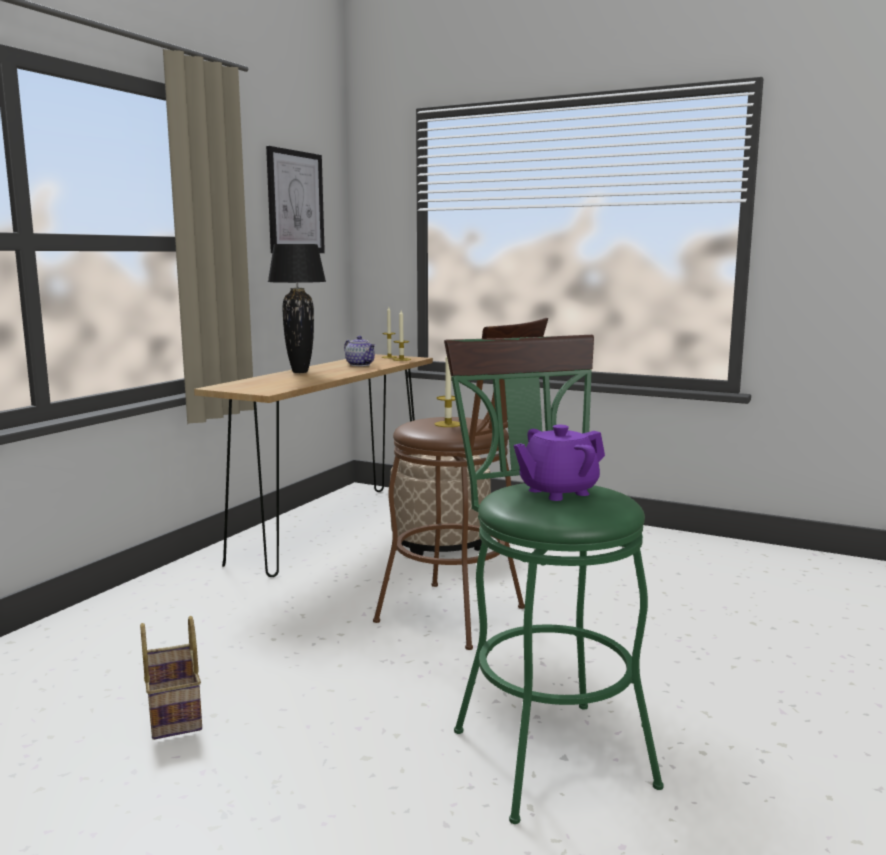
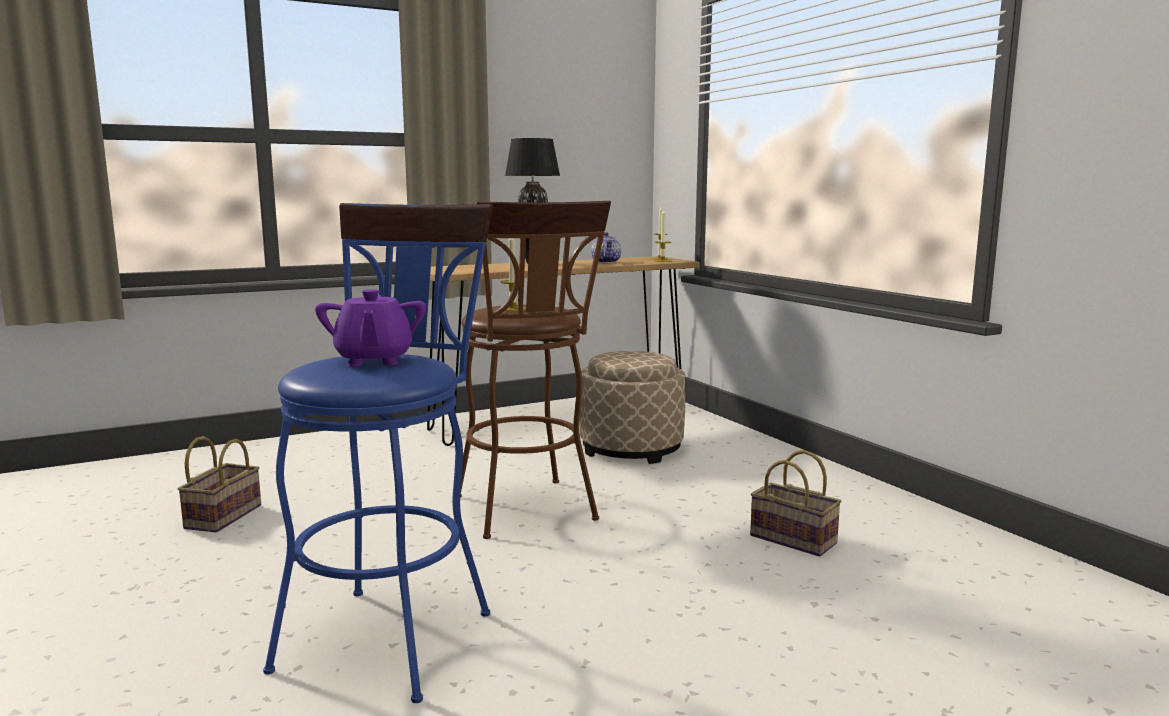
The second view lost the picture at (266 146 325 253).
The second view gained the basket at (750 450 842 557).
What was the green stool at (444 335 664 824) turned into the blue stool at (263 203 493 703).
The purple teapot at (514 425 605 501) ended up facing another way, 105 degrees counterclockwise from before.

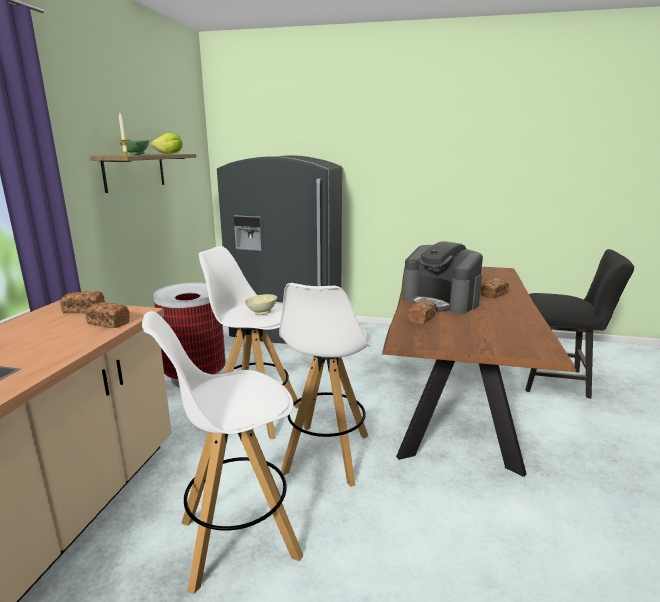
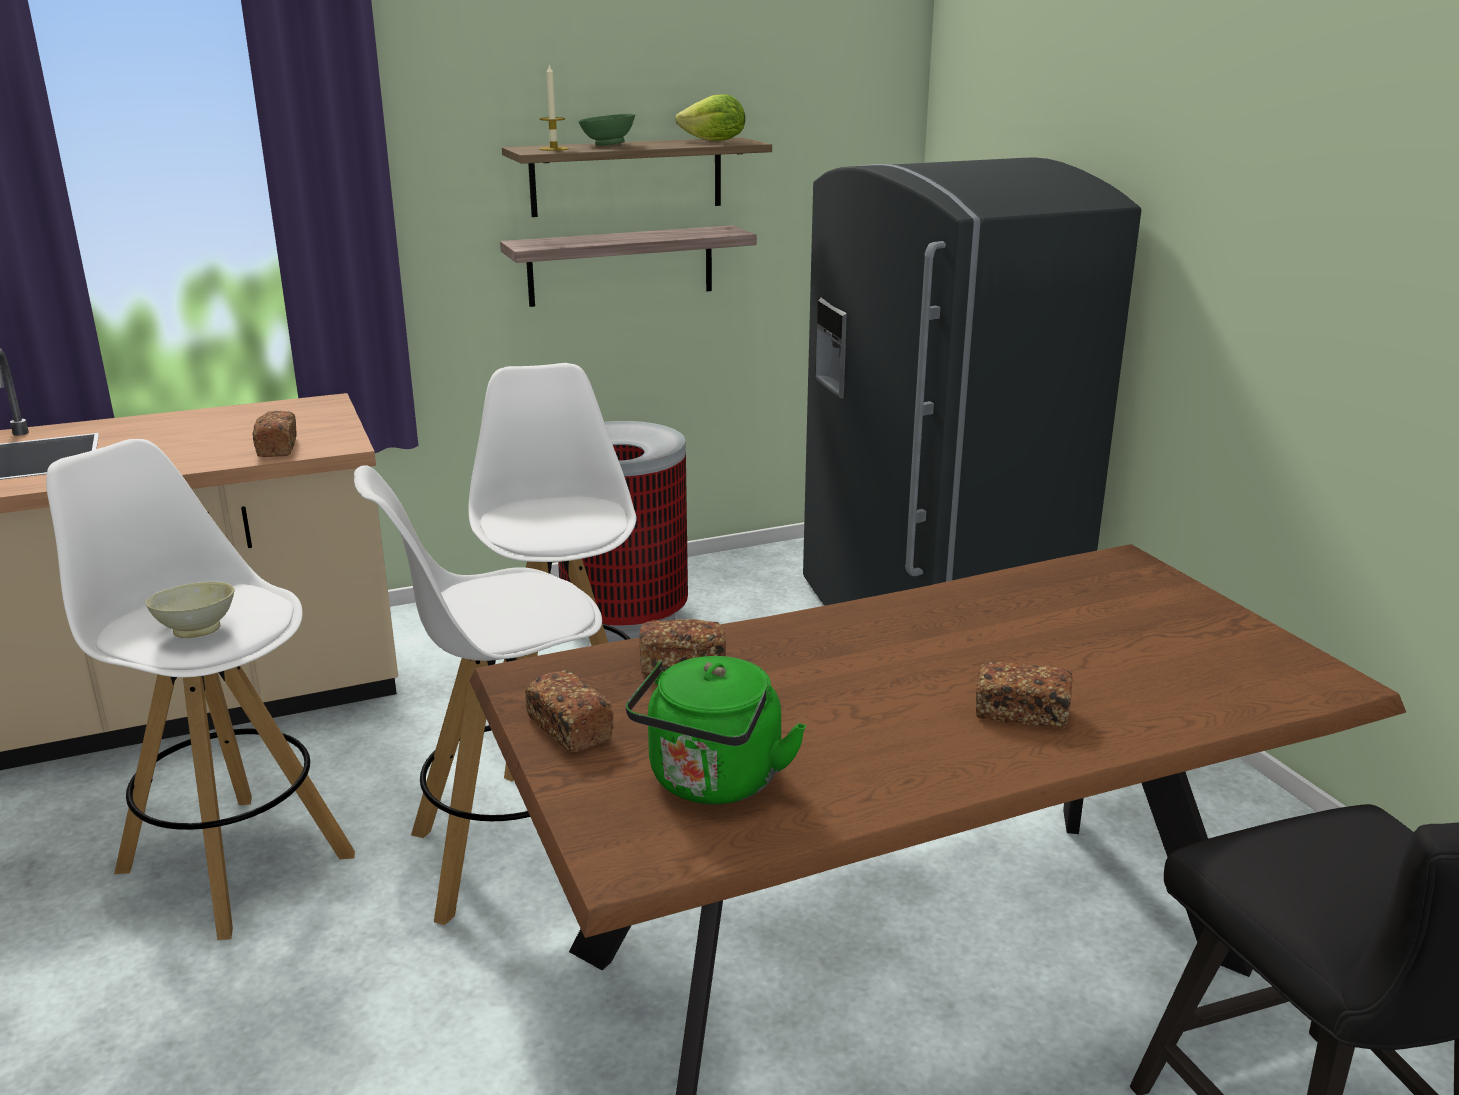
The second view lost the coffee machine at (402 241 483 314).
The second view gained the shelf at (500 225 757 307).
The second view gained the green kettle at (626 656 807 804).
The bread ended up elsewhere, having gone from (60 291 105 314) to (525 670 614 752).
The beige bowl ended up elsewhere, having gone from (245 294 277 315) to (145 582 235 638).

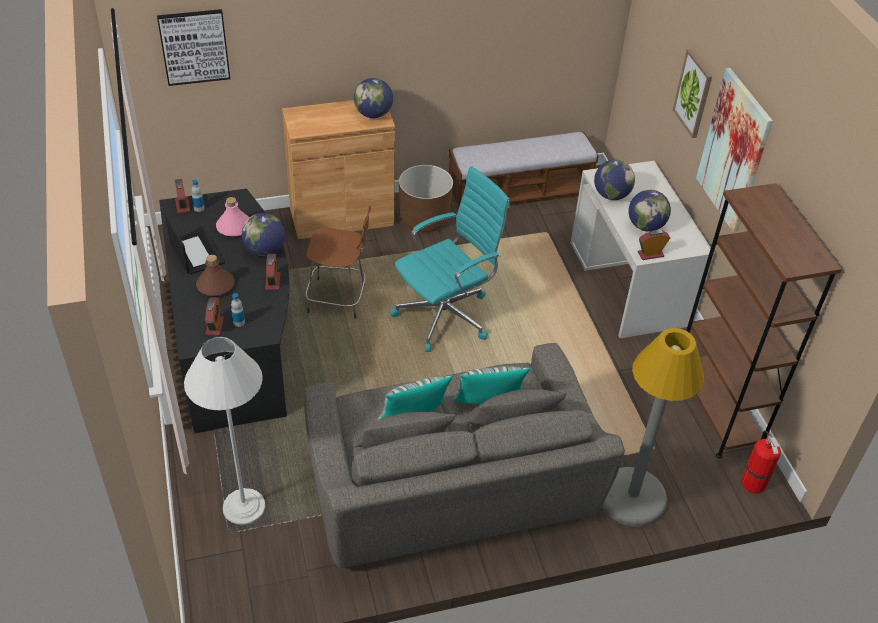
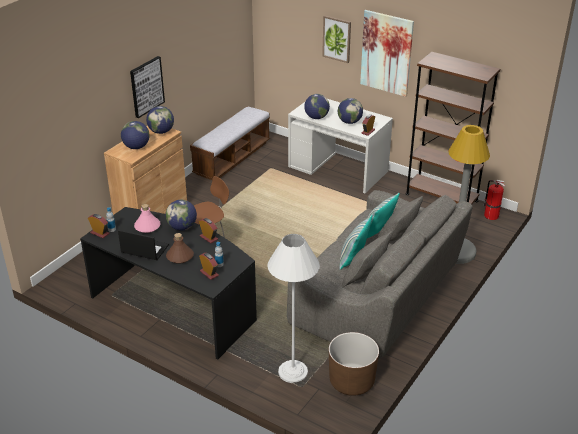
The second view lost the turquoise office chair at (390 166 510 352).
The second view gained the globe at (121 121 149 149).
The picture ended up elsewhere, having gone from (157 9 230 86) to (130 56 165 118).
The brown planter ended up elsewhere, having gone from (399 165 453 232) to (329 332 379 396).

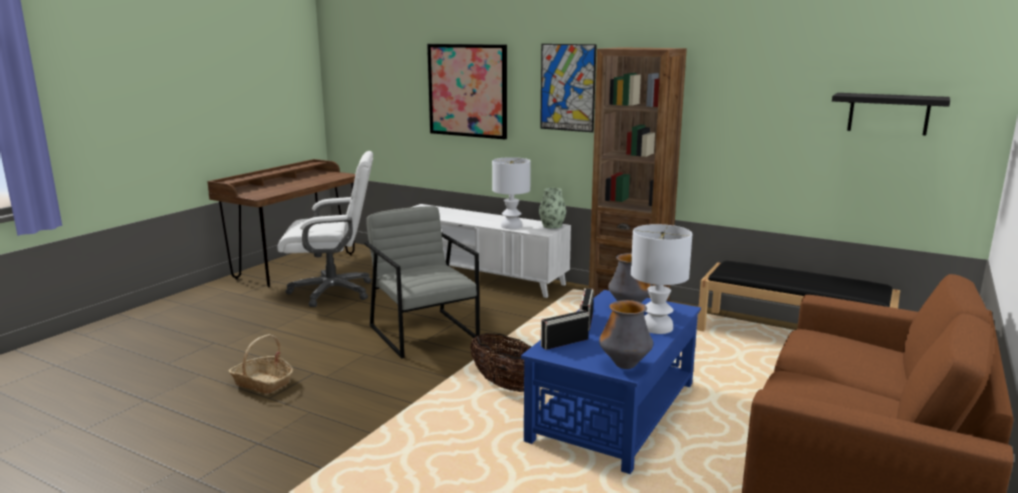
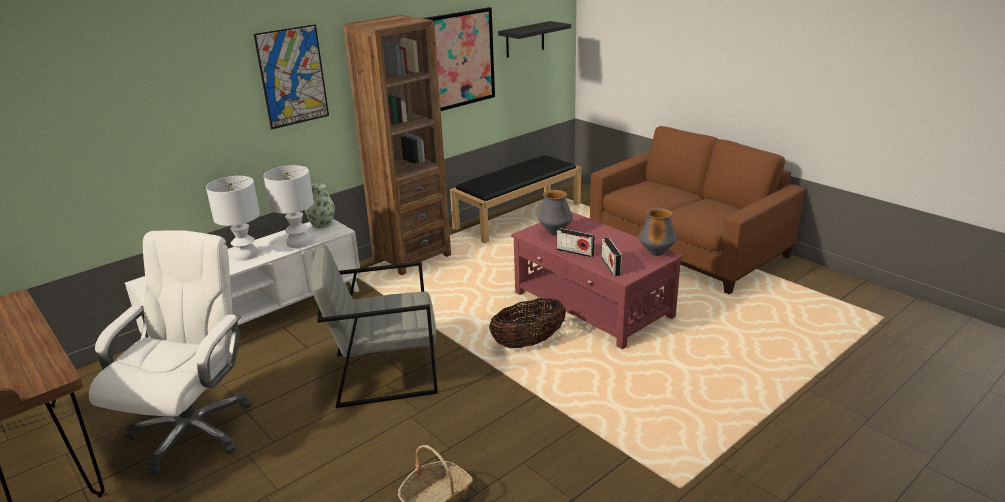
The picture ended up elsewhere, having gone from (427 44 507 139) to (423 7 495 111).
The white table lamp ended up elsewhere, having gone from (631 224 692 334) to (206 176 260 261).
What was the blue coffee table at (521 290 701 474) turned into the red coffee table at (511 212 684 349).

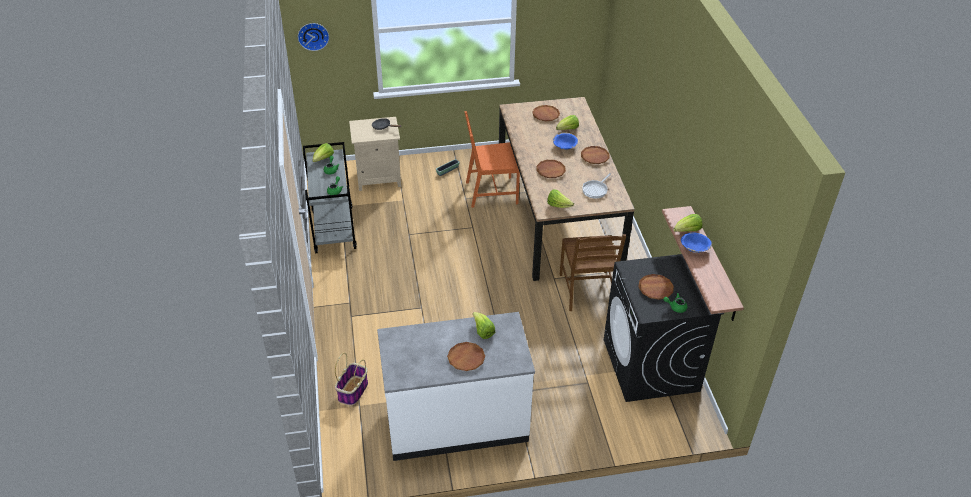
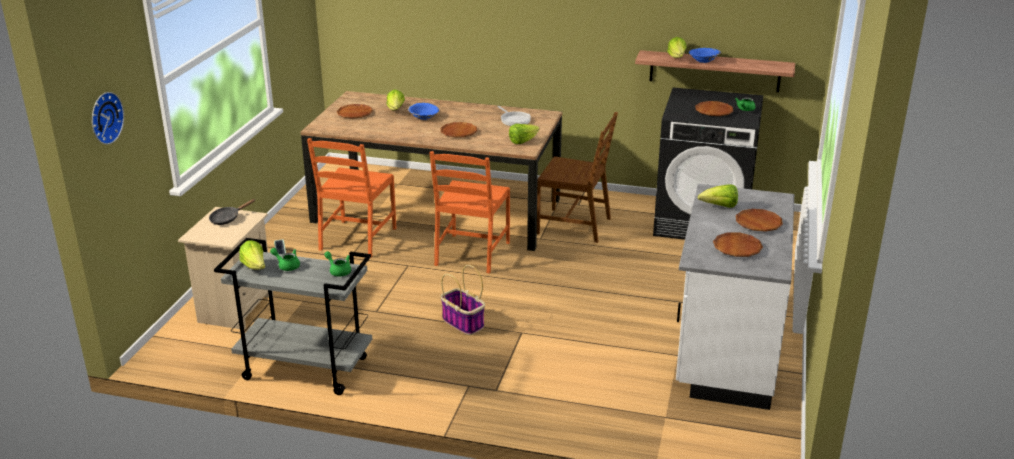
The second view gained the orange chair at (430 151 510 274).
The basket ended up elsewhere, having gone from (335 352 368 405) to (441 265 485 335).
The brown plate ended up elsewhere, having gone from (581 146 610 164) to (713 232 763 257).

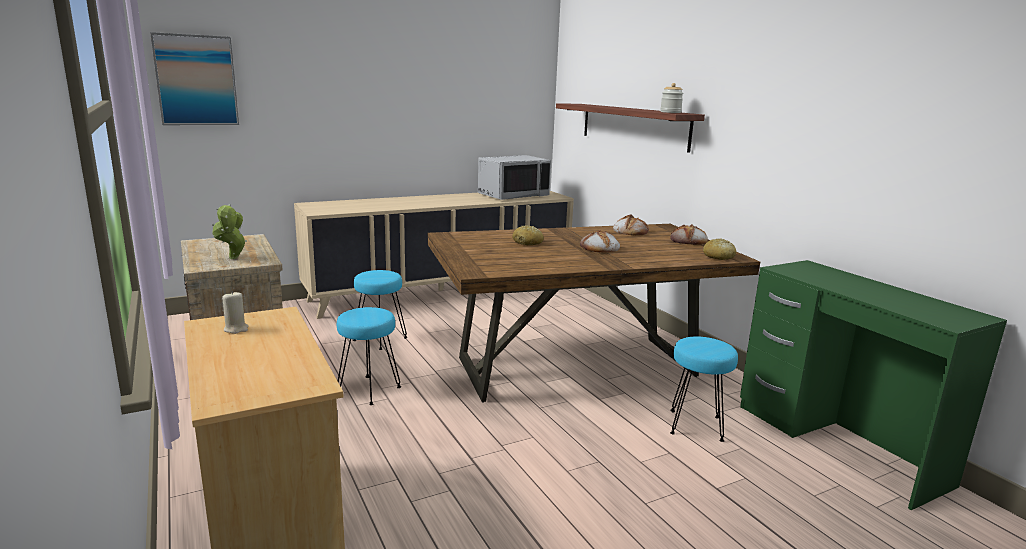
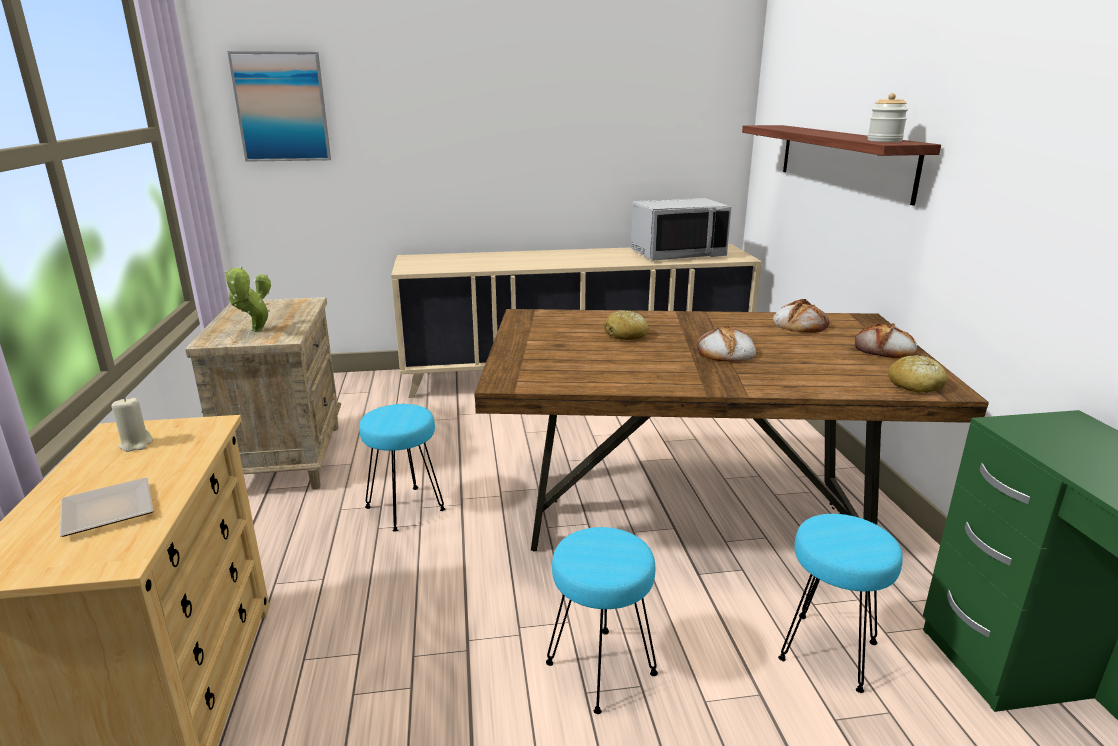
The second view gained the plate at (60 478 154 537).
The turquoise stool ended up elsewhere, having gone from (353 270 408 350) to (546 527 658 714).

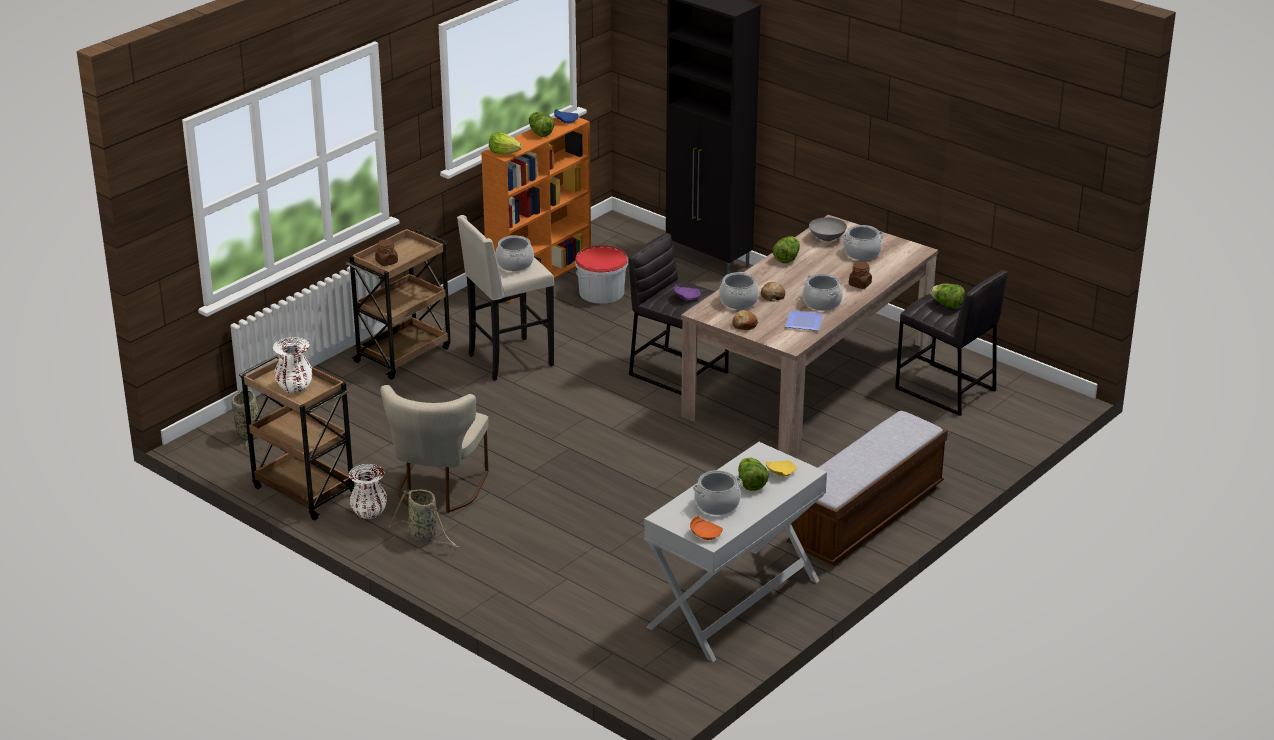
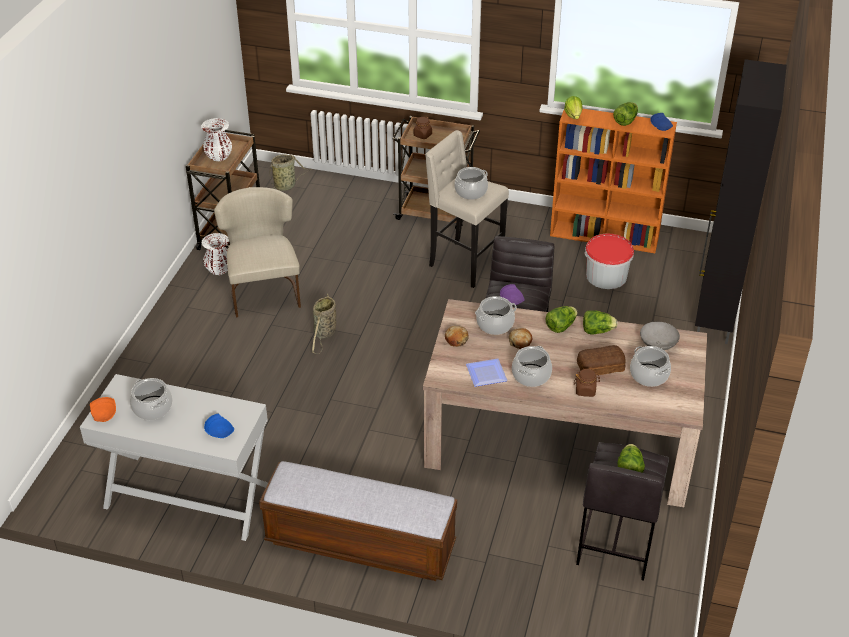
The second view gained the bread at (577 345 626 376).
The basket ended up elsewhere, having gone from (389 489 459 547) to (312 294 336 354).
The lettuce ended up elsewhere, having gone from (738 457 768 491) to (546 306 578 333).
What was the yellow plate at (765 460 797 477) turned into the blue plate at (204 413 234 438).
The beige chair at (380 385 488 513) ended up facing another way, 90 degrees clockwise from before.

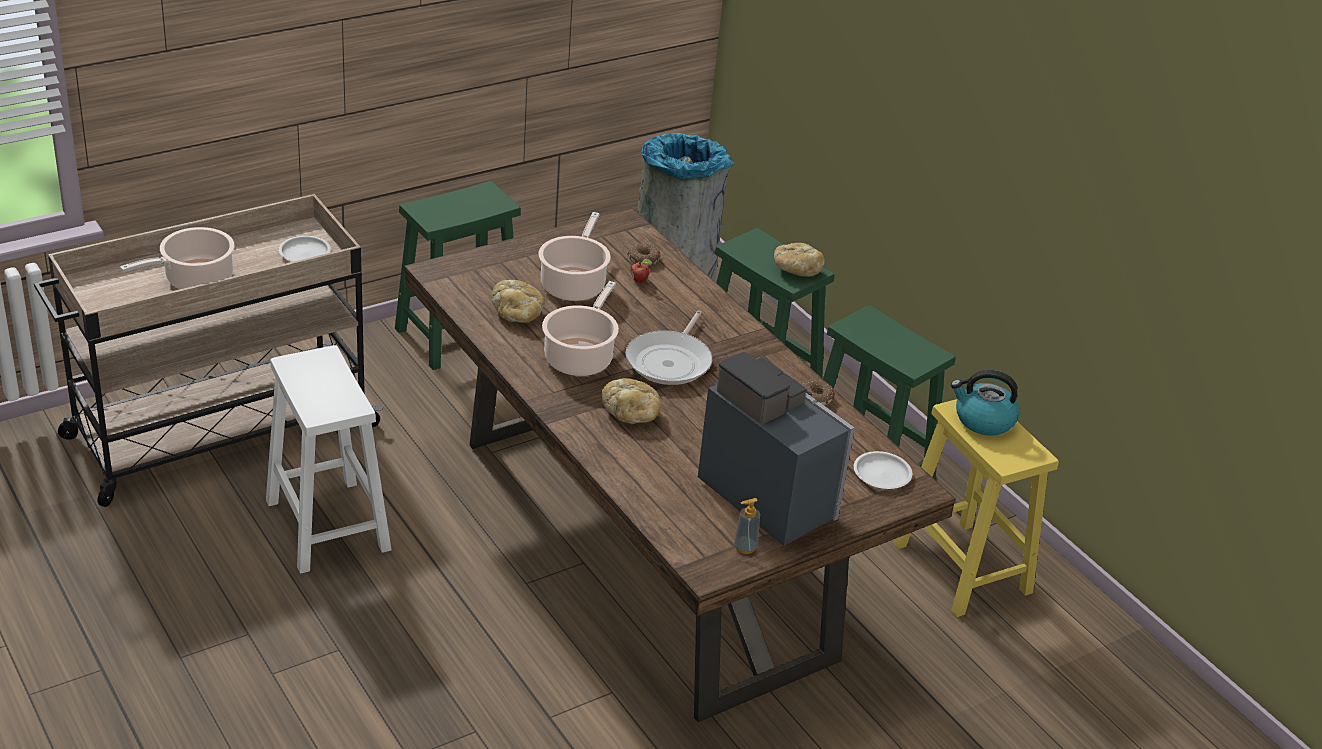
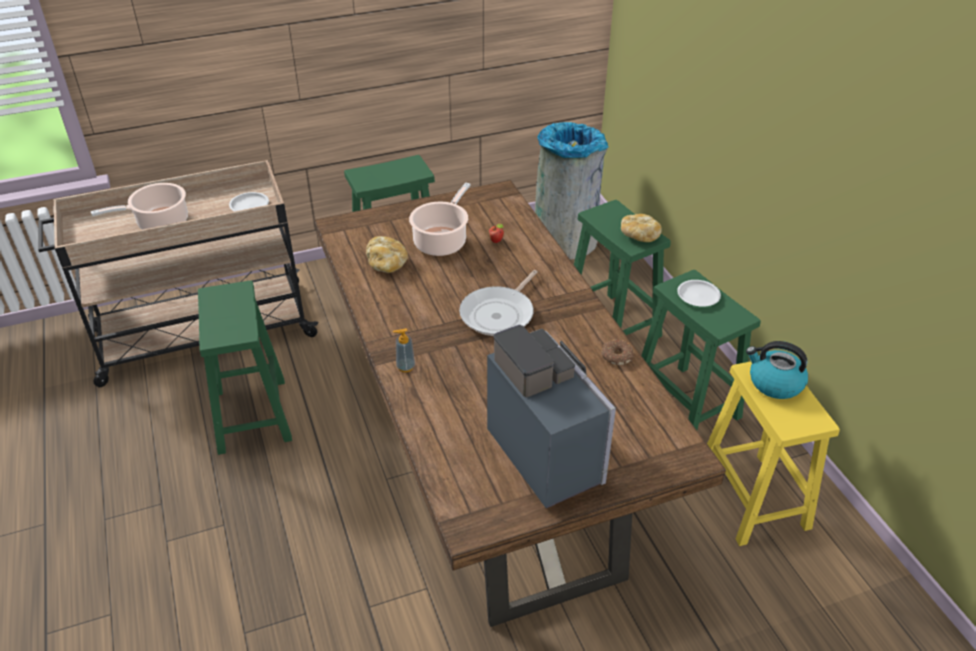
The second view lost the cooking pot at (542 281 619 376).
The second view lost the bread at (602 378 661 424).
The second view lost the donut at (628 243 661 266).
The soap dispenser ended up elsewhere, having gone from (734 498 760 554) to (393 328 415 372).
The white plate ended up elsewhere, having gone from (854 451 912 489) to (677 280 721 307).
What was the white stool at (266 345 392 574) turned into the green stool at (198 281 292 455).

